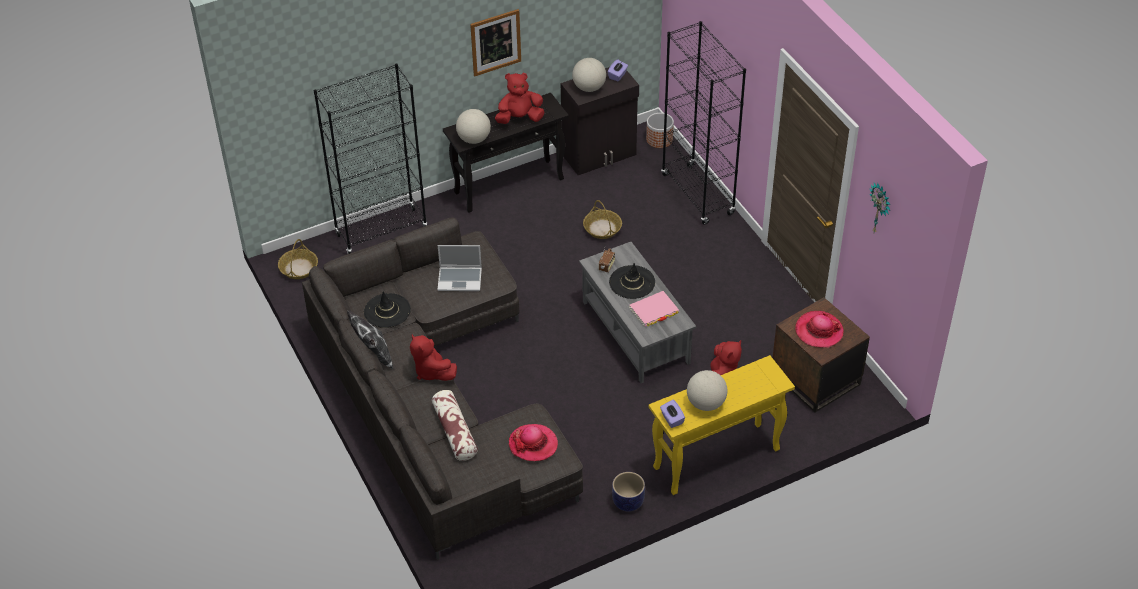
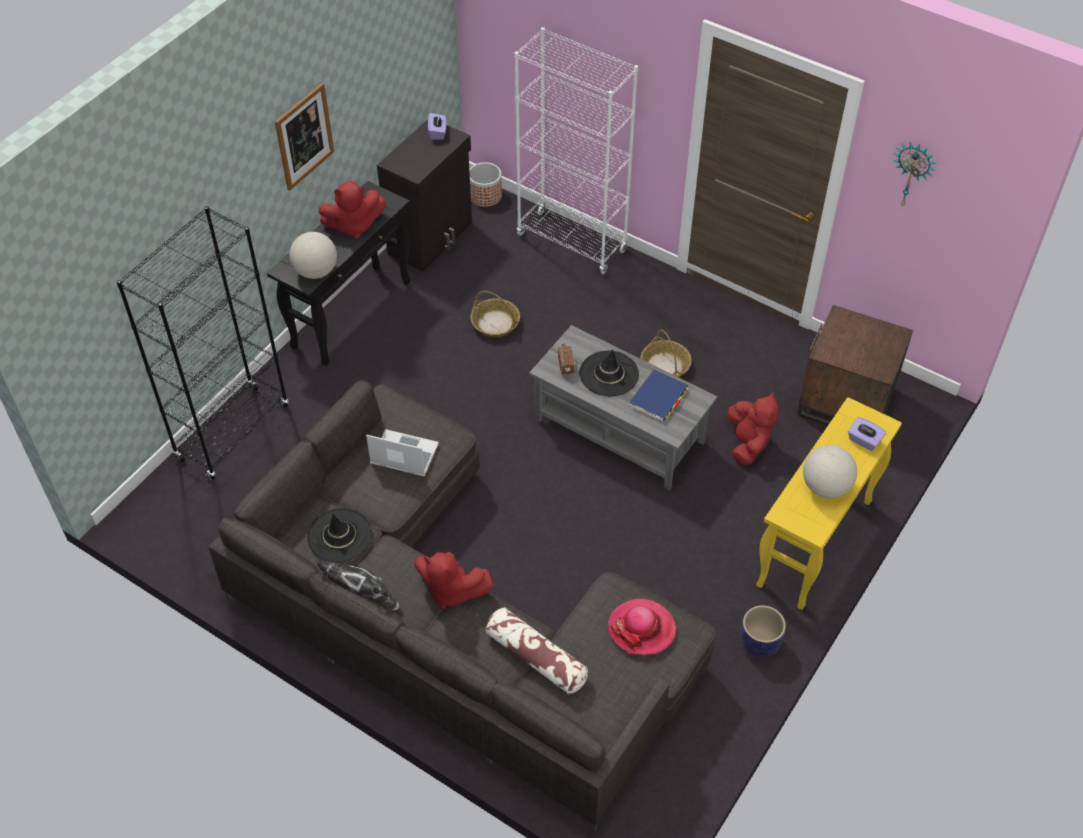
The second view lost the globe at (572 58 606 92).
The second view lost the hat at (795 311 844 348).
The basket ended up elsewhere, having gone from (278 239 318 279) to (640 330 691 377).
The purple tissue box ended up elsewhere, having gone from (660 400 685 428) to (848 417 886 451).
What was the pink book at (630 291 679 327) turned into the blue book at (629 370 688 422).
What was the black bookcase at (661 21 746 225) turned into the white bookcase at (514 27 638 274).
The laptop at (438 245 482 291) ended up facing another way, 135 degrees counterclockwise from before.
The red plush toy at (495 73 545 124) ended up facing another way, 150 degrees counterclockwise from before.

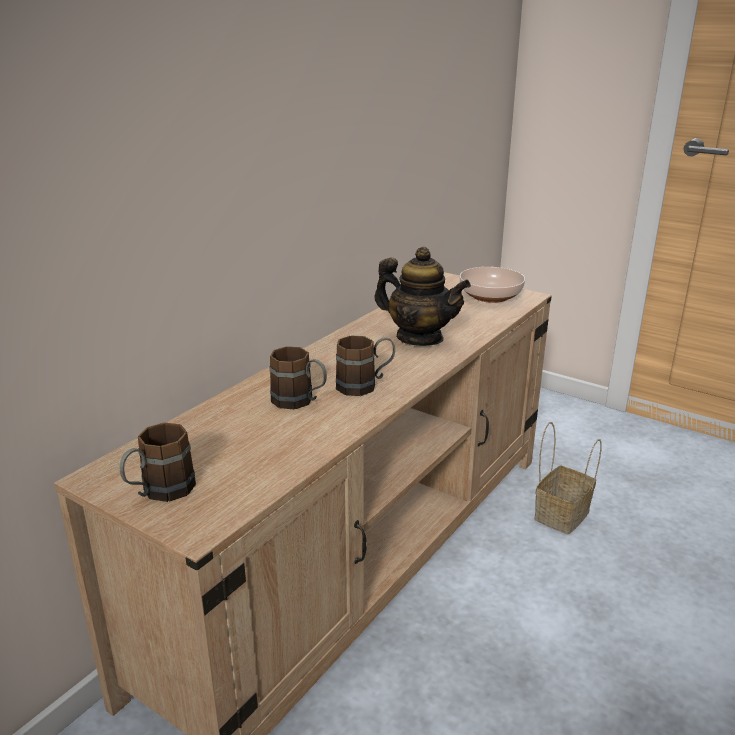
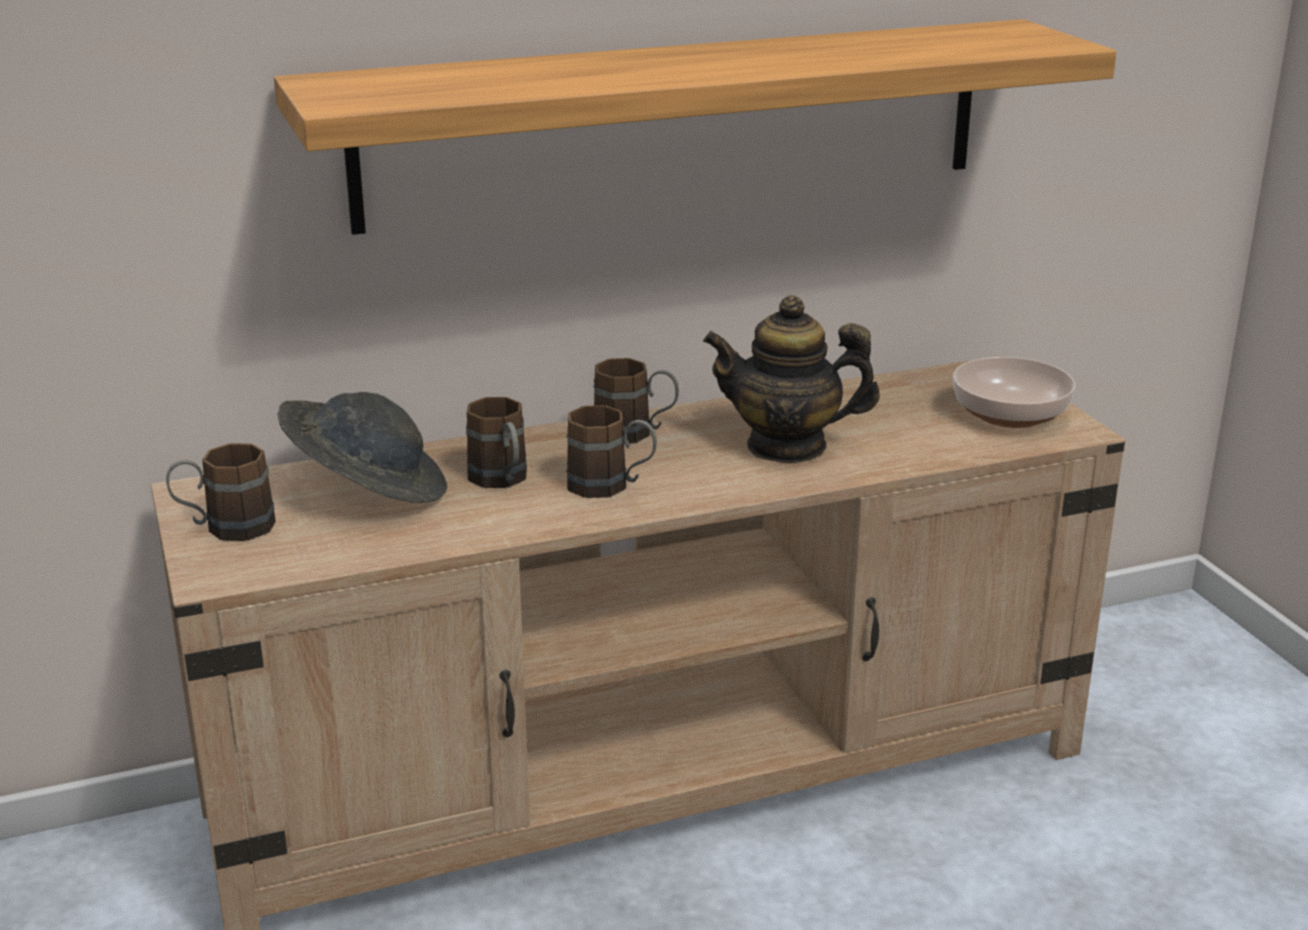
The second view lost the basket at (535 422 602 534).
The second view gained the shelf at (274 19 1117 235).
The second view gained the grey hat at (278 392 448 503).
The second view gained the brown mug at (594 358 679 444).
The teapot at (374 247 471 346) ended up facing another way, 120 degrees clockwise from before.

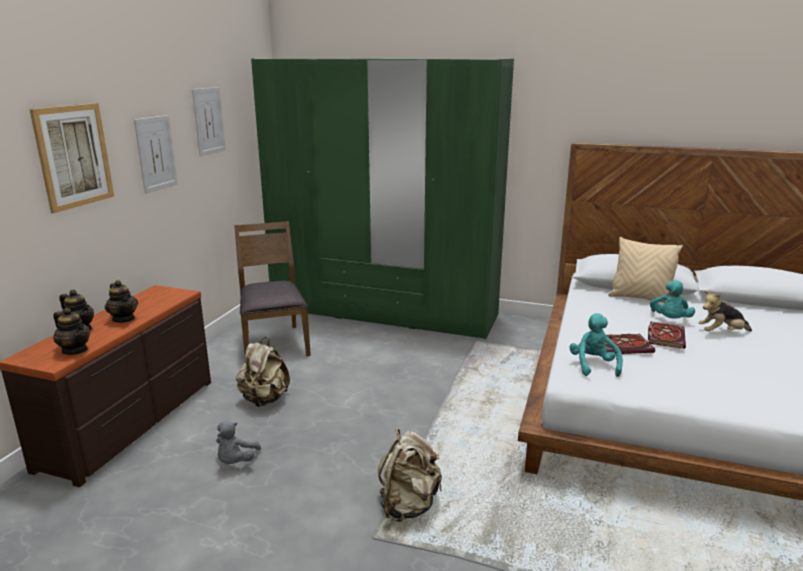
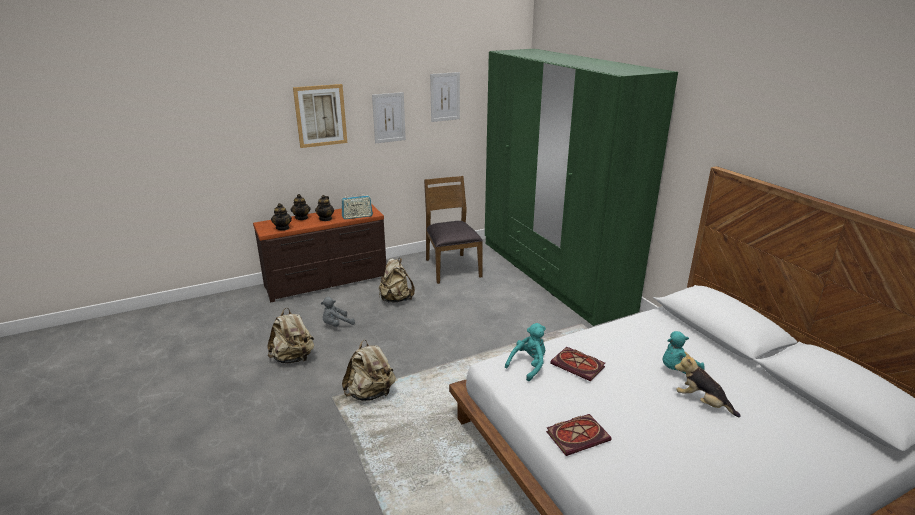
The second view lost the beige pillow at (608 237 683 303).
The second view gained the beige backpack at (267 308 314 363).
The second view gained the radio at (341 194 373 219).
The book ended up elsewhere, having gone from (648 322 686 349) to (546 414 612 456).
The brown chair at (234 221 311 356) ended up facing another way, 45 degrees counterclockwise from before.

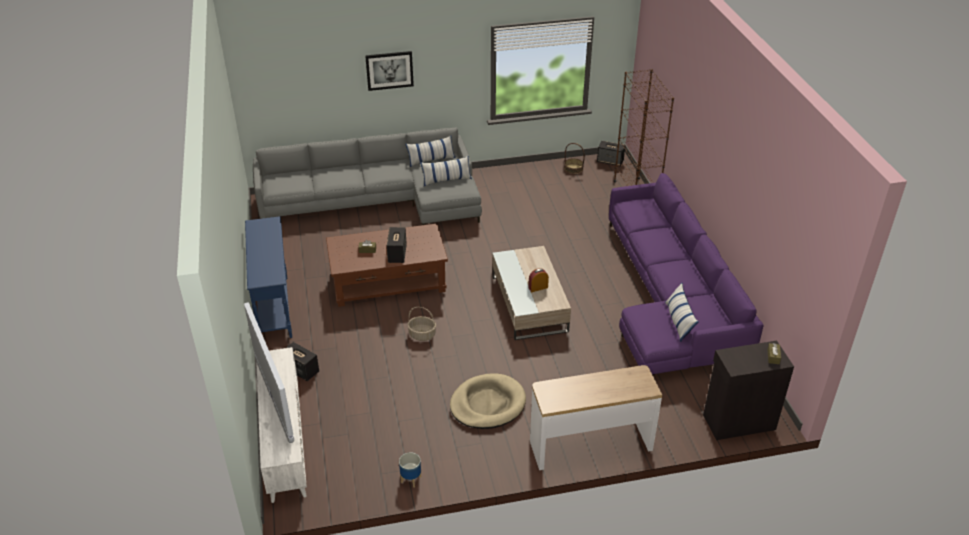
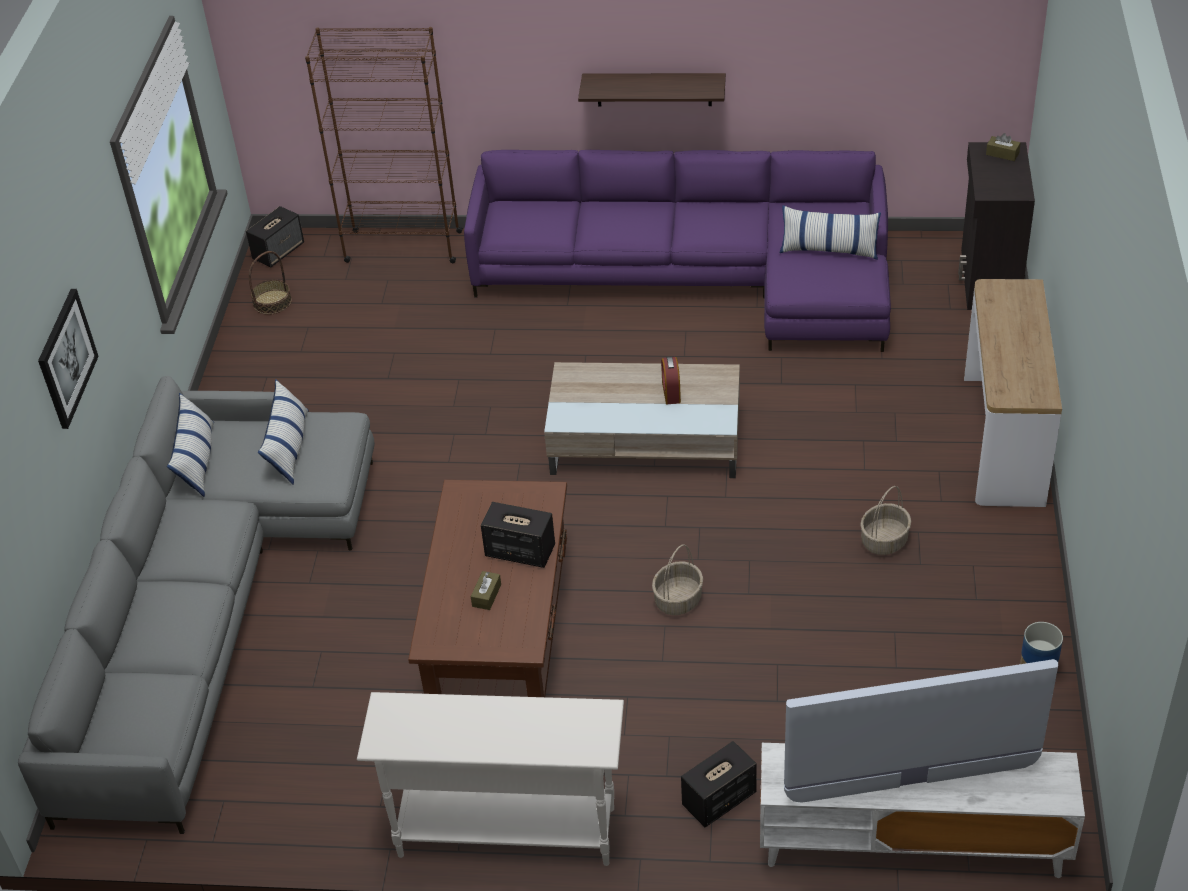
The second view gained the shelf at (578 73 726 106).
Where the beige dog bed stood at (450 374 526 429), the basket came to stand at (860 486 911 555).
What was the blue console table at (245 216 292 338) turned into the white console table at (357 692 624 866).

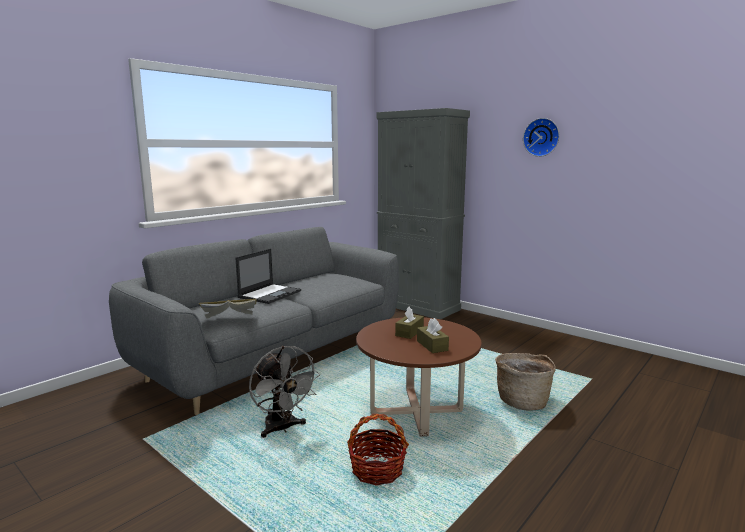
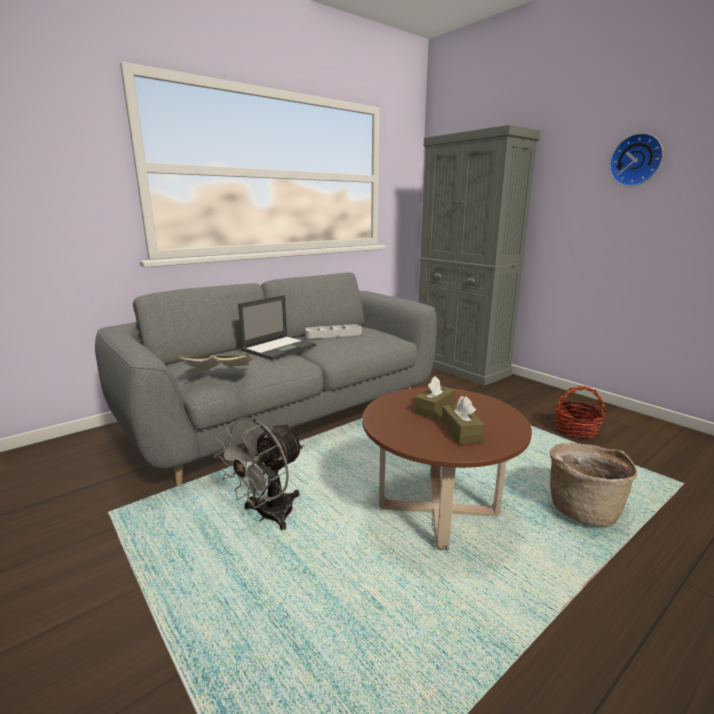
The second view gained the grey tray at (305 324 362 339).
The basket ended up elsewhere, having gone from (347 414 409 486) to (555 386 607 438).
The grey fan at (249 346 320 438) ended up facing another way, 60 degrees clockwise from before.

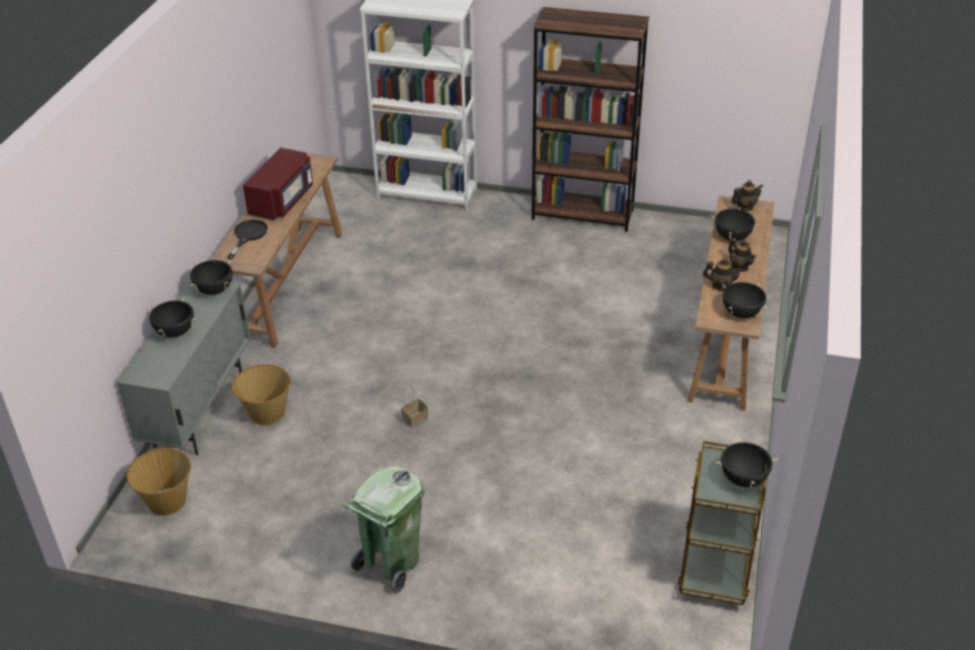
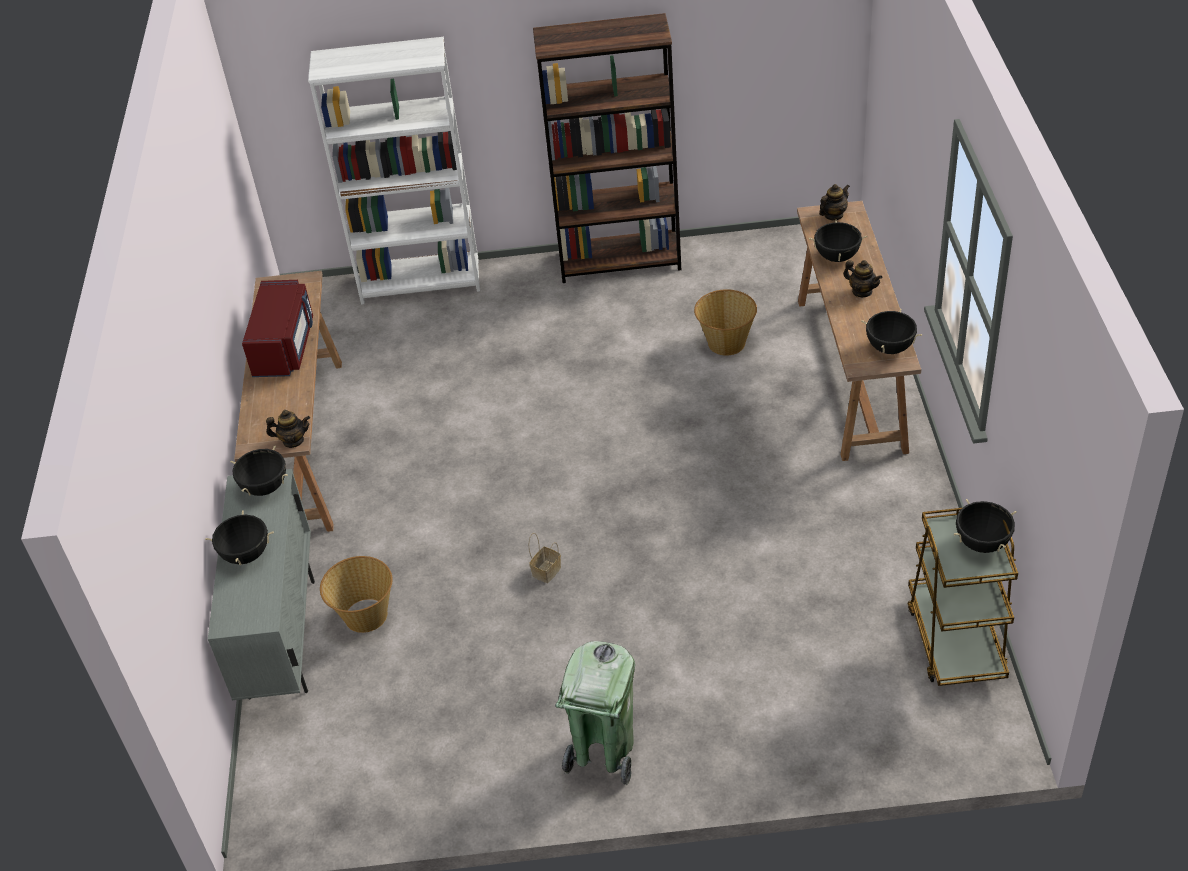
The second view lost the black frying pan at (227 220 268 259).
The basket ended up elsewhere, having gone from (126 448 191 516) to (694 289 757 356).
The teapot ended up elsewhere, having gone from (703 258 742 291) to (266 410 310 448).

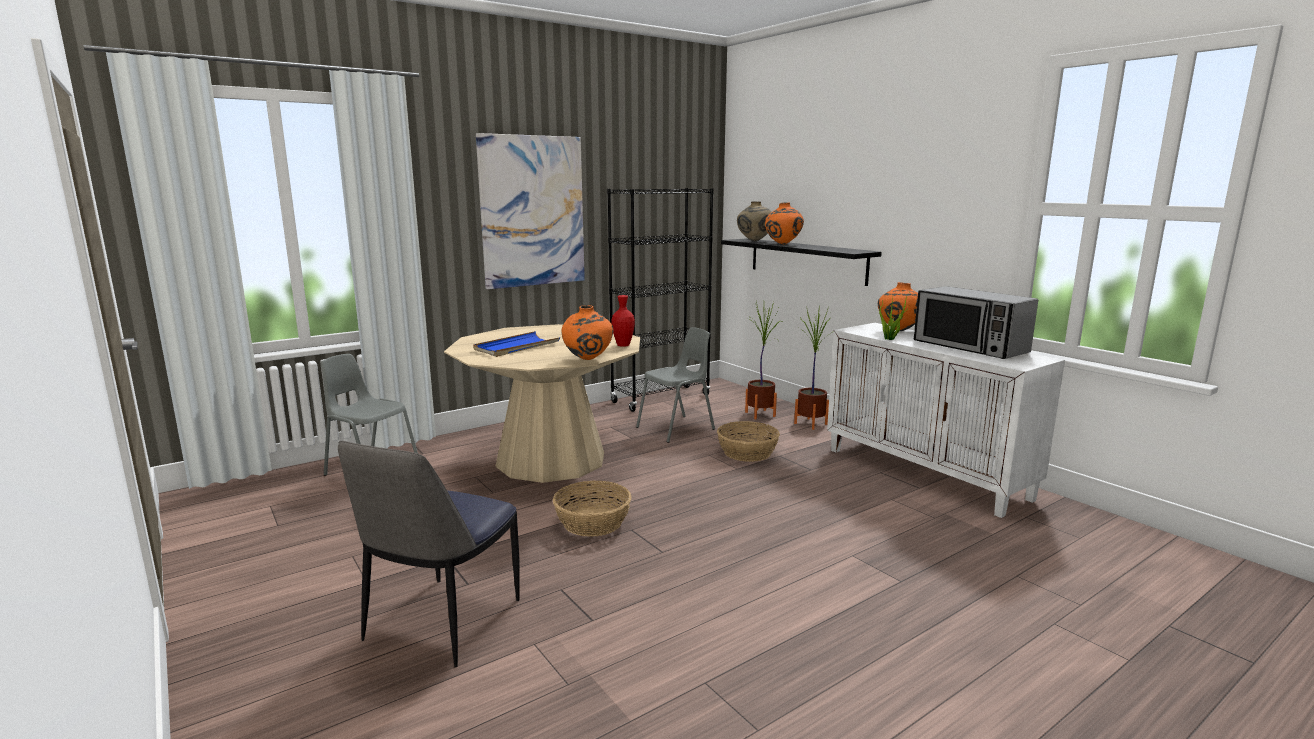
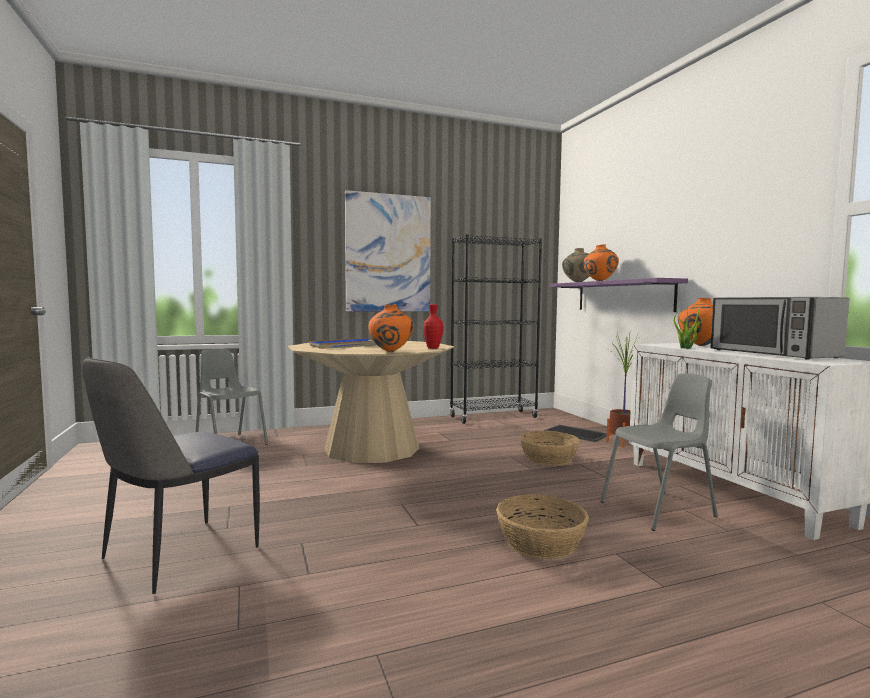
The basket ended up elsewhere, having gone from (553 481 632 537) to (496 494 589 559).
The grey chair ended up elsewhere, having gone from (636 327 715 443) to (600 373 718 531).
Where the potted plant stood at (745 301 783 419), the tray came to stand at (544 425 607 442).
What was the black shelf at (721 238 882 286) turned into the purple shelf at (550 278 688 312).

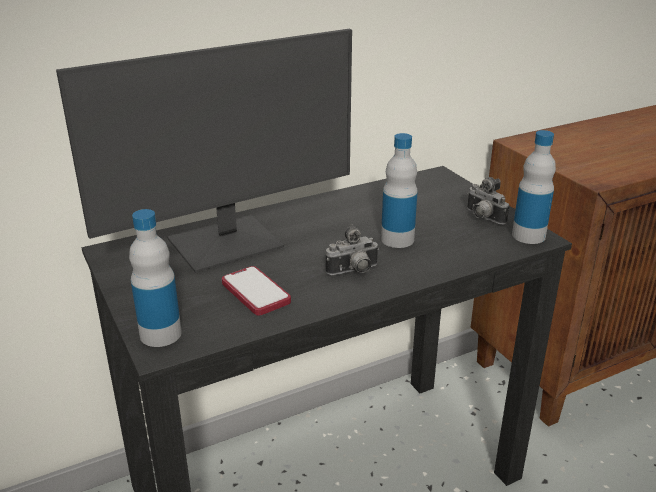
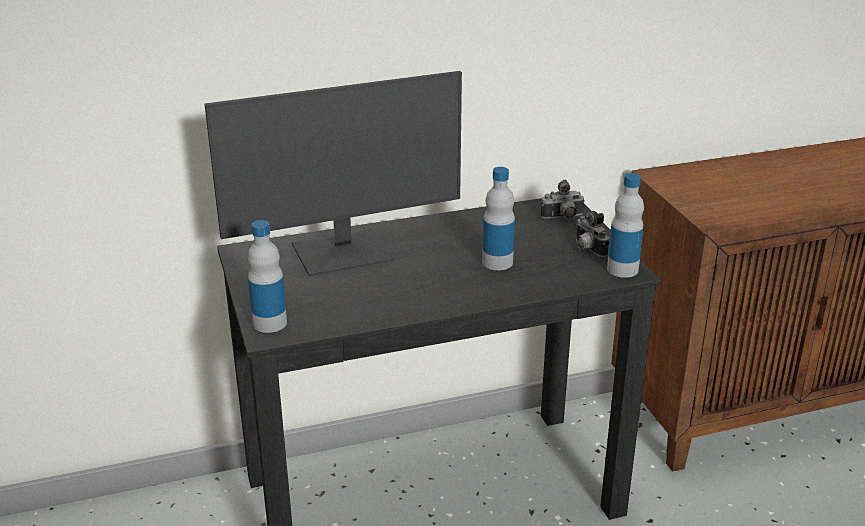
The second view lost the phone at (222 266 291 316).
The photo camera ended up elsewhere, having gone from (326 224 379 275) to (541 180 585 219).

